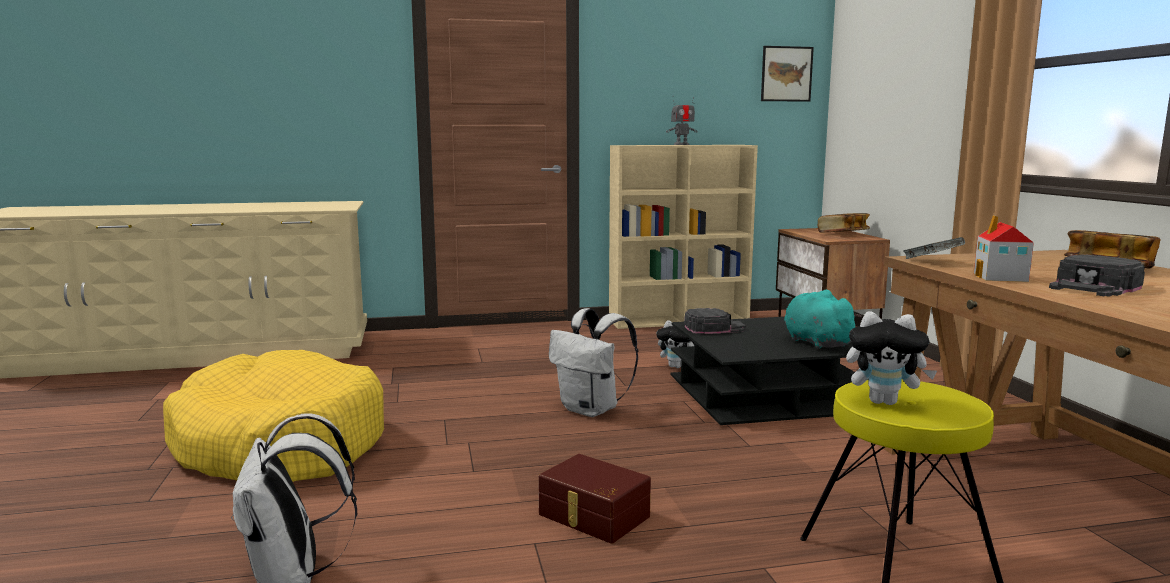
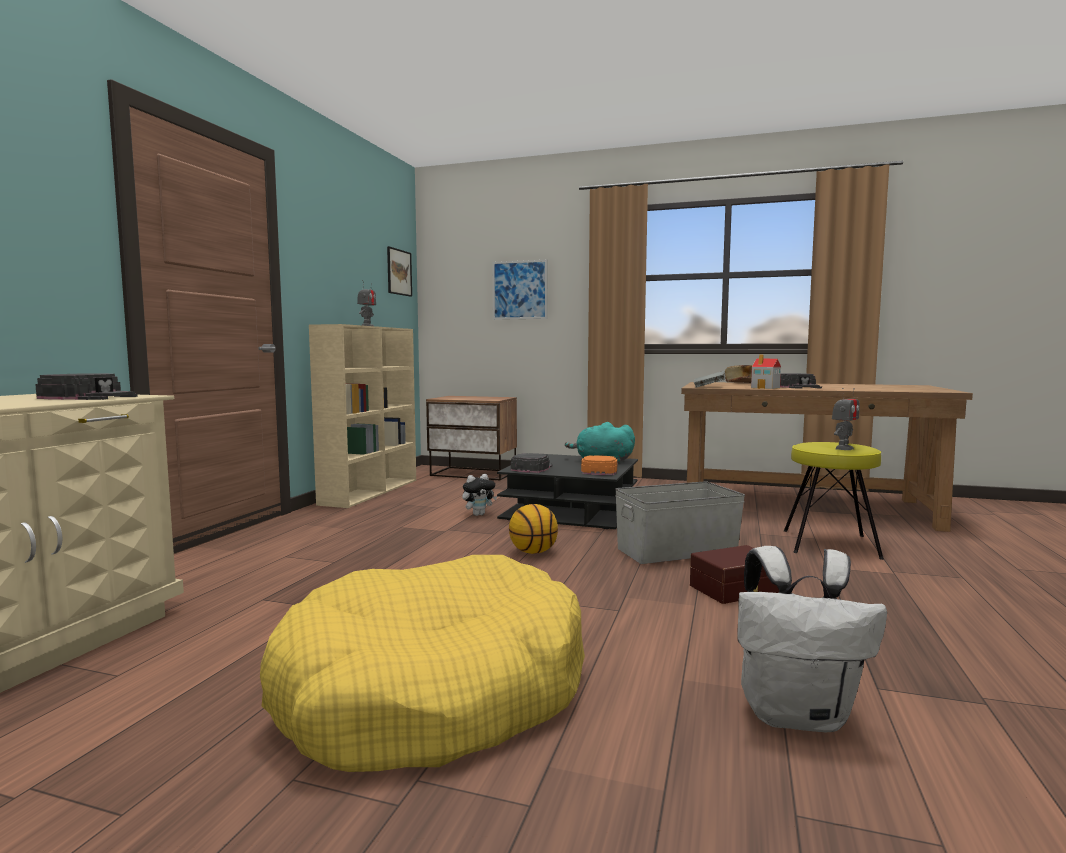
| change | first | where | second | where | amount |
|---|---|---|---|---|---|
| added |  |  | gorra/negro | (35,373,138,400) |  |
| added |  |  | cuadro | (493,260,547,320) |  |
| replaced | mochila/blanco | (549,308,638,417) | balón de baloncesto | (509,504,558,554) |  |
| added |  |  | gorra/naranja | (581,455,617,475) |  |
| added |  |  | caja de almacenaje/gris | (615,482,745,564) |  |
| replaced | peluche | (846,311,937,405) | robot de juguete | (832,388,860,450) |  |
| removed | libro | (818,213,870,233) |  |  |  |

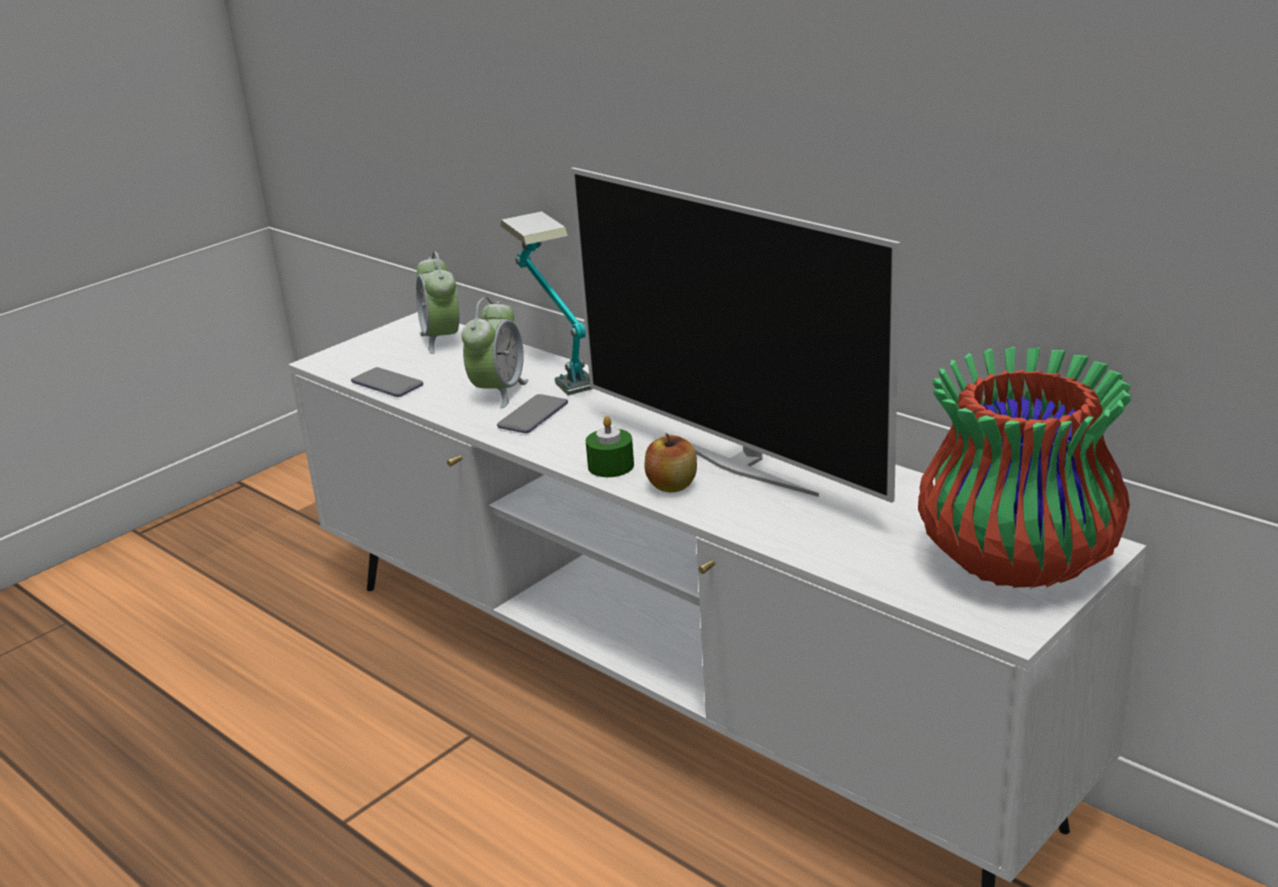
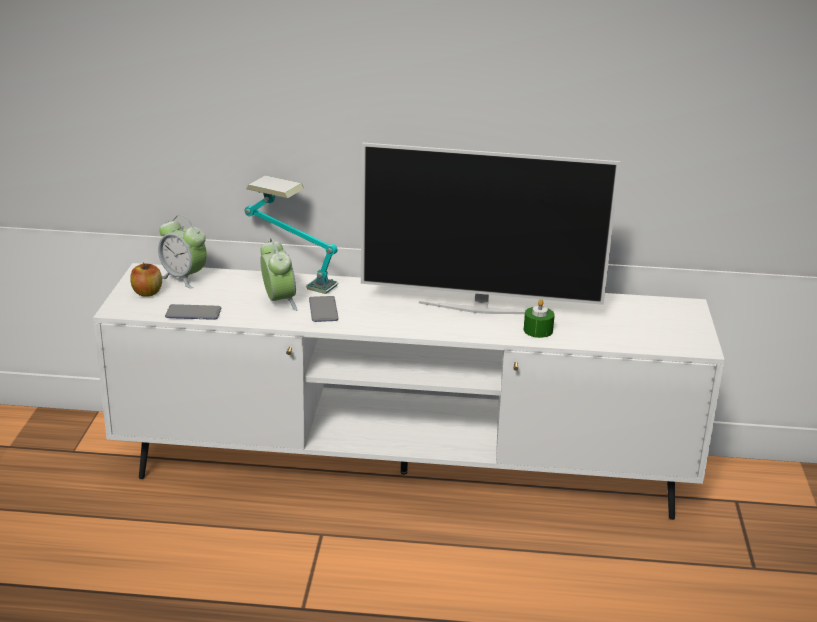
| change | first | where | second | where | amount |
|---|---|---|---|---|---|
| moved | manzana | (645,434,697,492) |  | (130,262,162,297) |  |
| moved | vela/verde | (586,416,634,477) |  | (524,299,555,338) |  |
| removed | florero | (918,347,1131,589) |  |  |  |

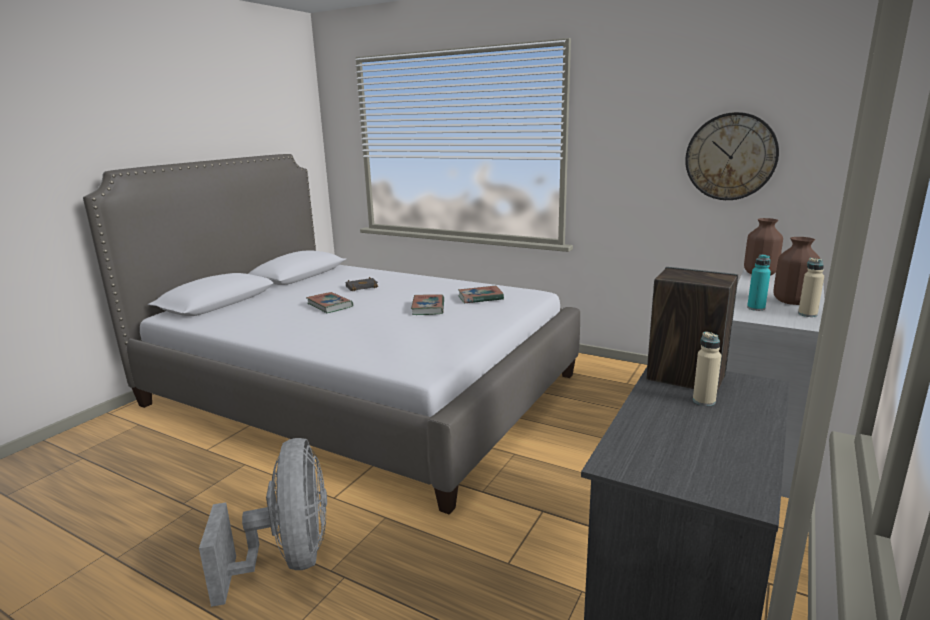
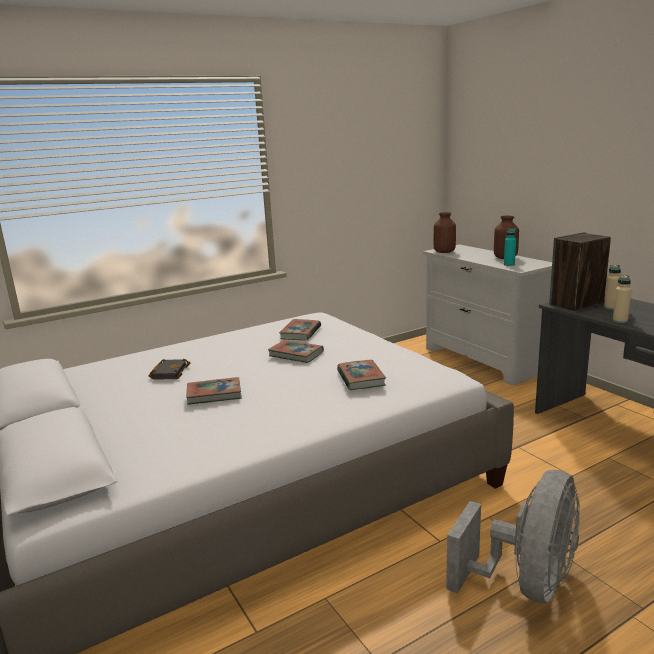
| change | first | where | second | where | amount |
|---|---|---|---|---|---|
| added |  |  | libro | (337,360,386,390) |  |
| turned | ventilador/gris | (199,438,327,607) |  | (446,470,580,603) | 105 degrees clockwise |
| moved | botella/beis | (798,258,824,317) |  | (613,275,632,323) |  |
| removed | reloj de pared | (685,112,779,200) |  |  |  |

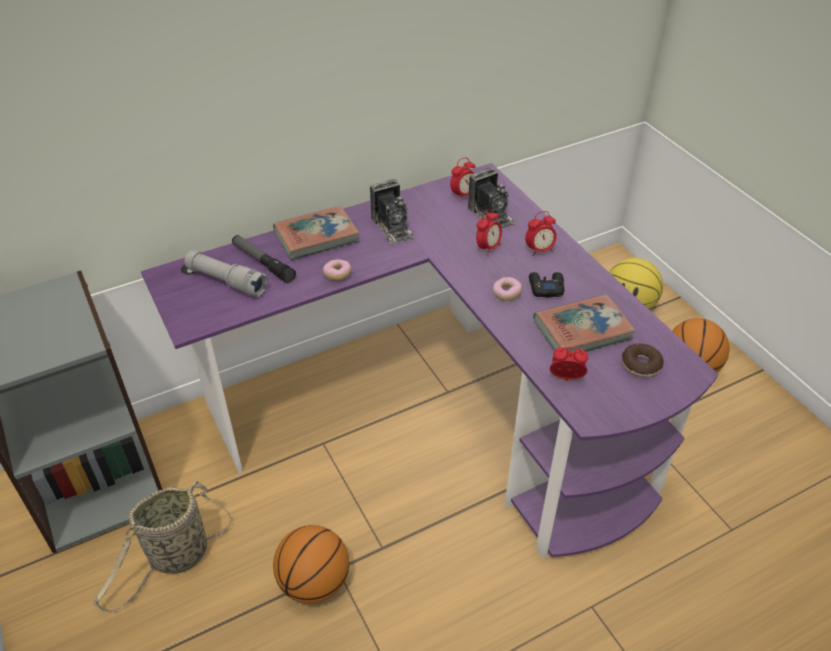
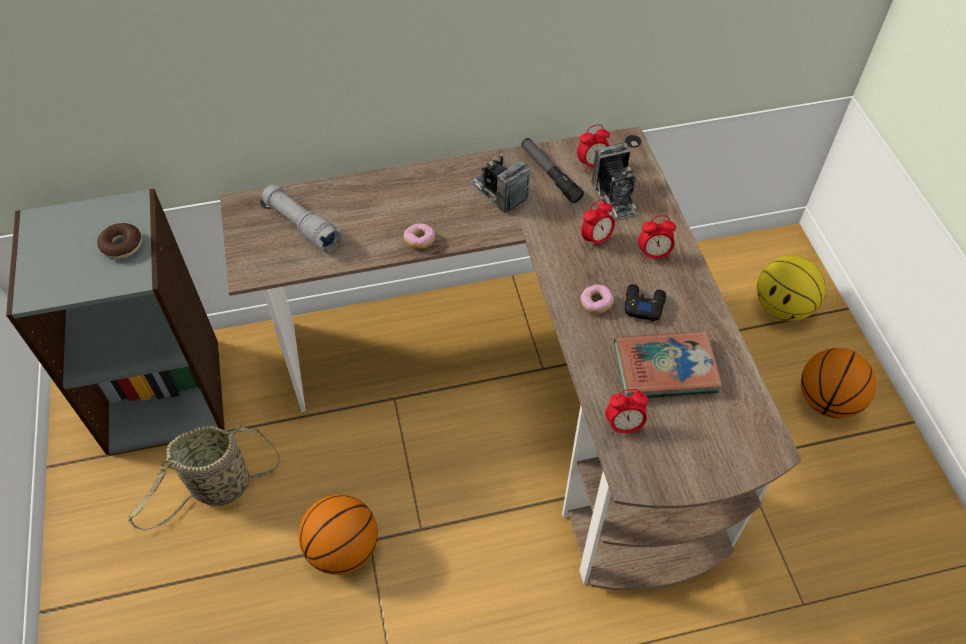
| change | first | where | second | where | amount |
|---|---|---|---|---|---|
| moved | rosquilla | (622,344,664,377) |  | (97,223,142,259) |  |
| recoloured | escritorio/morado | (141,163,718,559) | escritorio/marrón | (220,126,802,590) |  |
| turned | cámara | (370,179,415,245) |  | (470,151,530,213) | 150 degrees clockwise |
| moved | linterna | (232,235,296,283) |  | (521,138,584,203) |  |
| turned | despertador | (550,347,588,381) |  | (605,389,648,435) | 150 degrees clockwise |
| removed | libro | (273,206,360,260) |  |  |  |

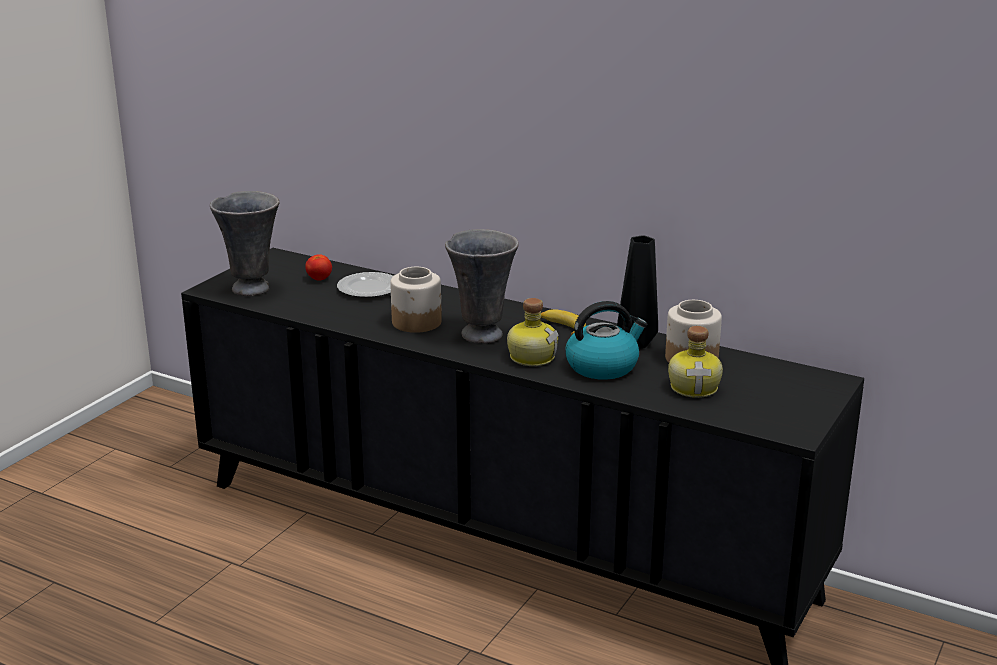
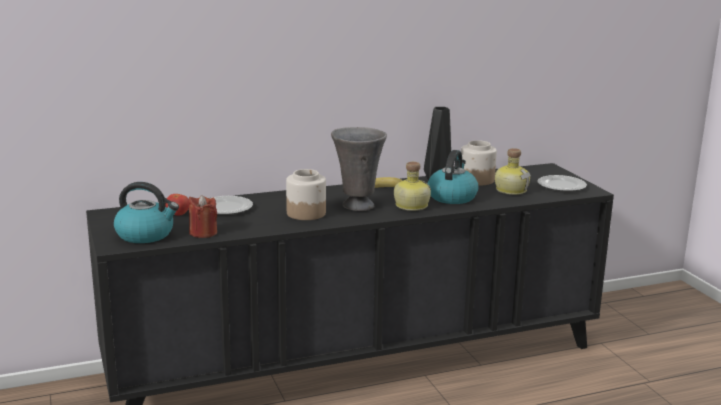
| change | first | where | second | where | amount |
|---|---|---|---|---|---|
| replaced | florero/gris | (210,191,280,296) | hervidor | (114,182,179,243) |  |
| added |  |  | vela/rojo | (189,195,217,238) |  |
| added |  |  | plato | (537,175,587,192) |  |

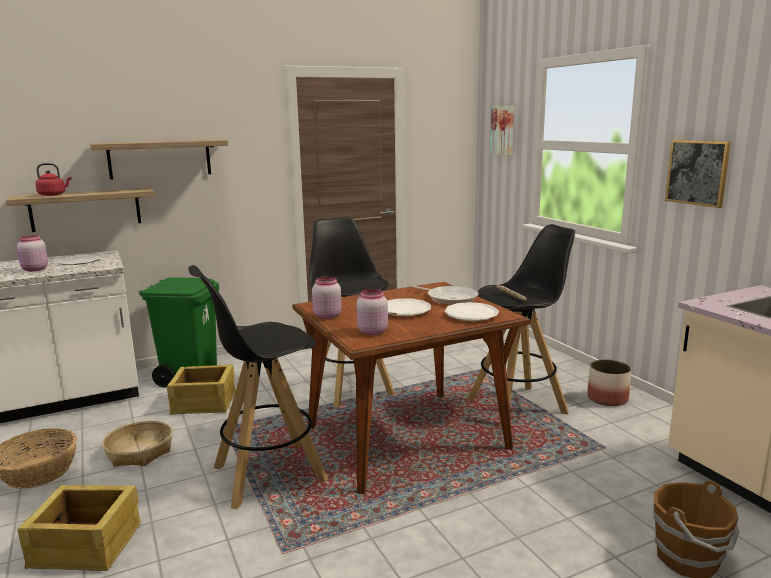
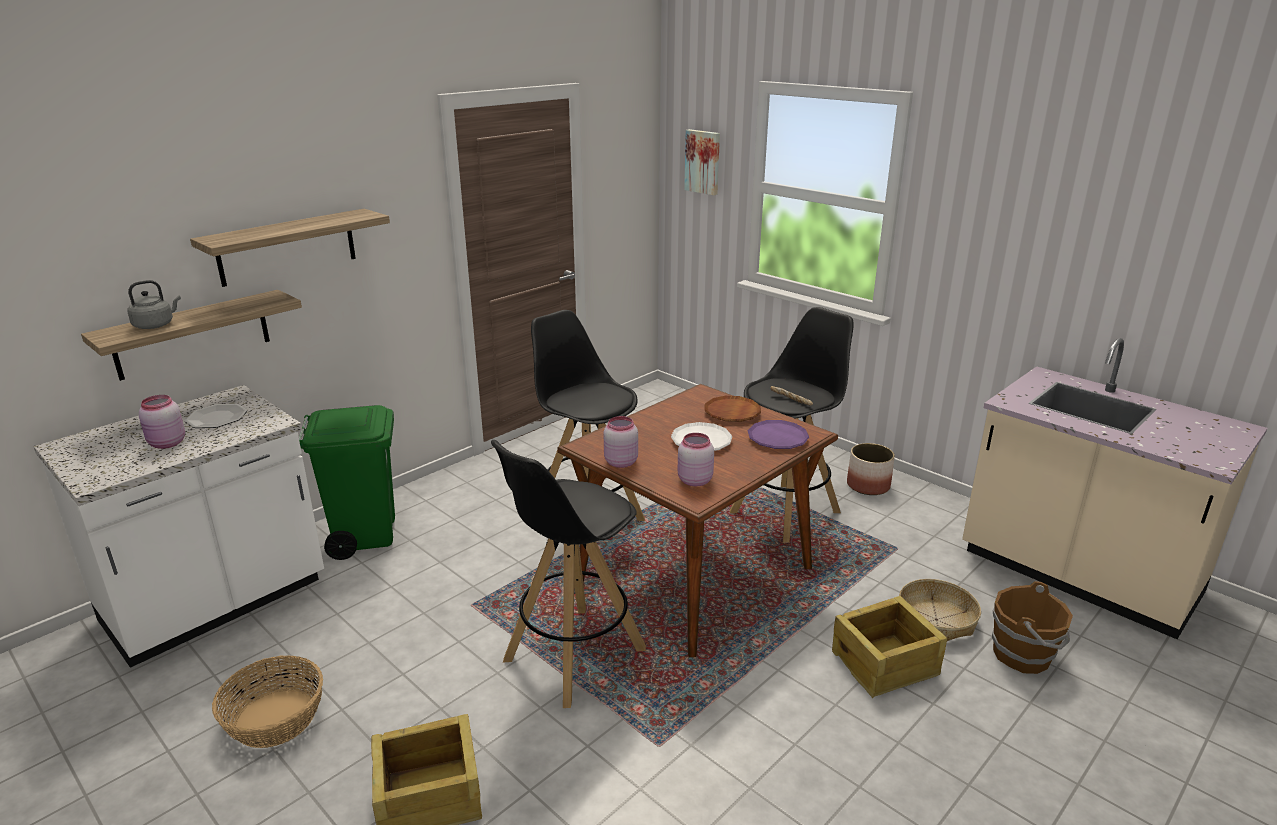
| change | first | where | second | where | amount |
|---|---|---|---|---|---|
| recoloured | hervidor/rojo | (35,163,71,196) | hervidor/gris | (127,280,181,329) |  |
| replaced | sartén | (410,285,479,305) | plato/marrón | (704,396,761,422) |  |
| recoloured | plato/blanco | (444,302,499,321) | plato/morado | (748,420,809,449) |  |
| moved | caja de embalaje | (167,365,235,415) |  | (832,596,947,698) |  |
| moved | cesta | (102,421,172,467) |  | (899,579,981,641) |  |
| removed | cuadro | (665,140,731,208) |  |  |  |

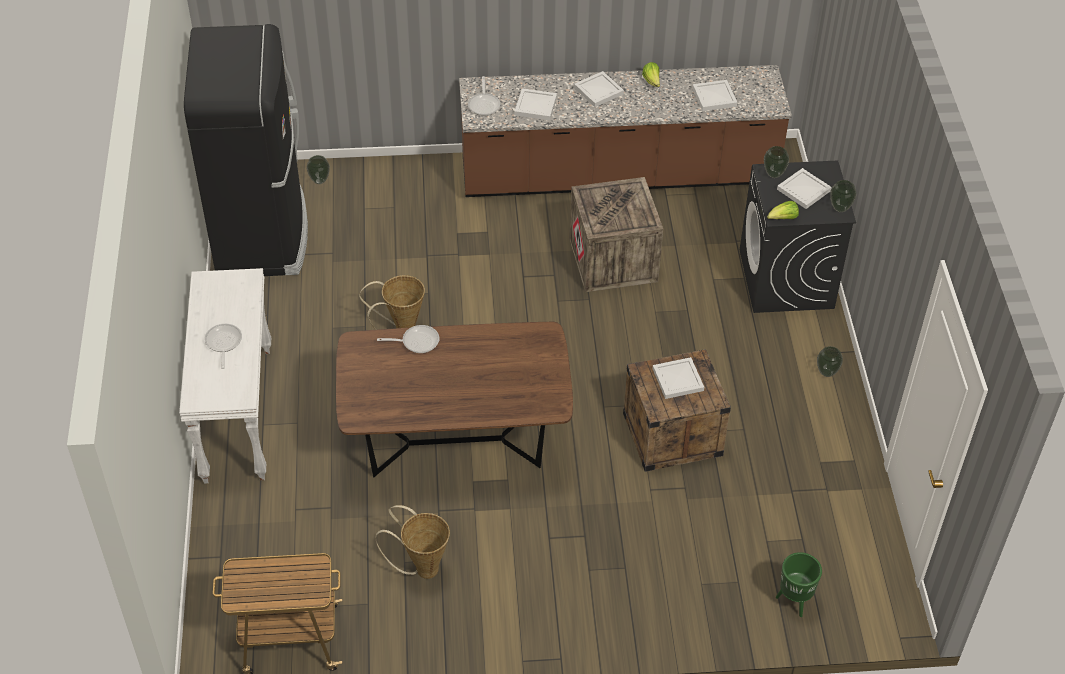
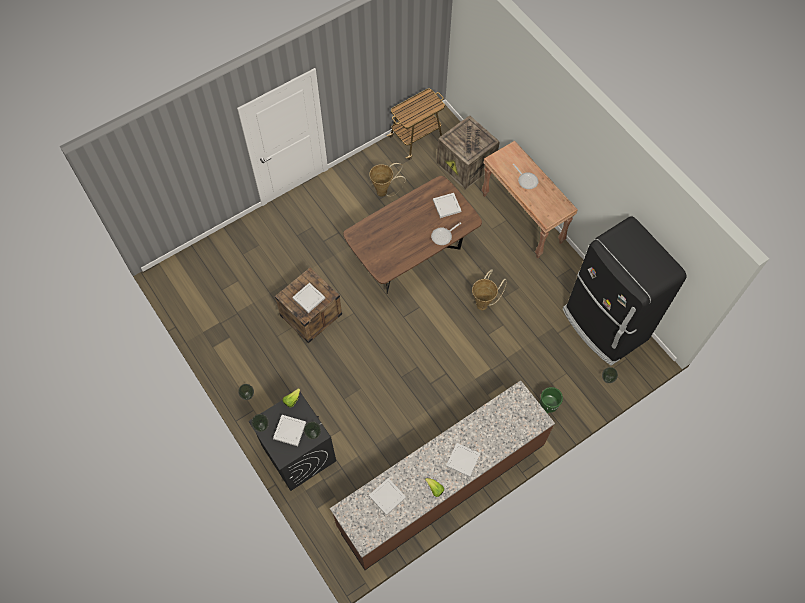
| change | first | where | second | where | amount |
|---|---|---|---|---|---|
| moved | bandeja/blanco | (515,88,557,120) |  | (433,193,461,218) |  |
| moved | caja de embalaje | (570,177,663,292) |  | (437,115,500,190) |  |
| recoloured | mesa consola/blanco | (179,268,271,484) | mesa consola/marrón | (481,141,578,259) |  |
| moved | maceta/verde | (776,552,822,617) |  | (539,387,563,414) |  |
| removed | sartén | (468,76,500,116) |  |  |  |

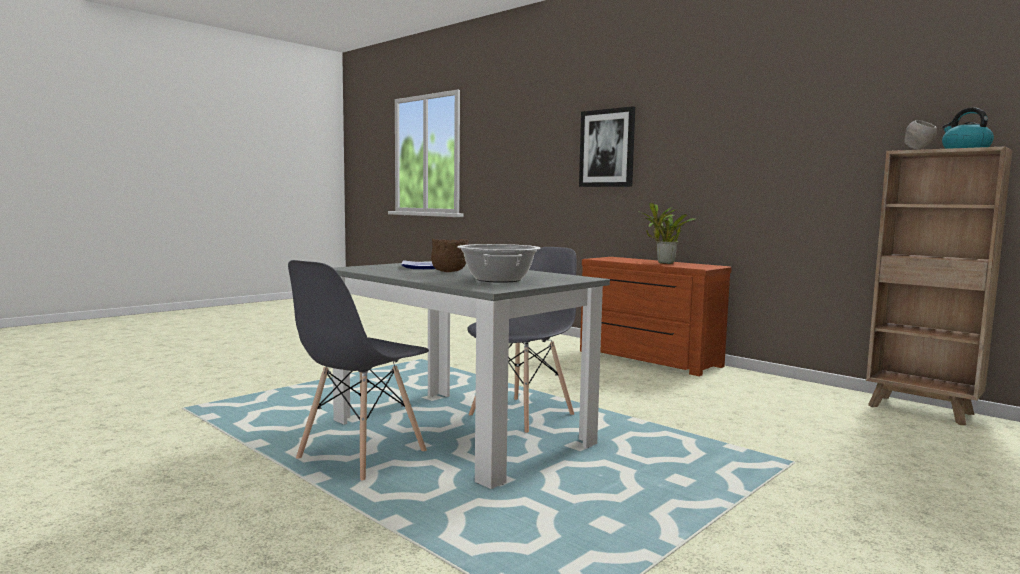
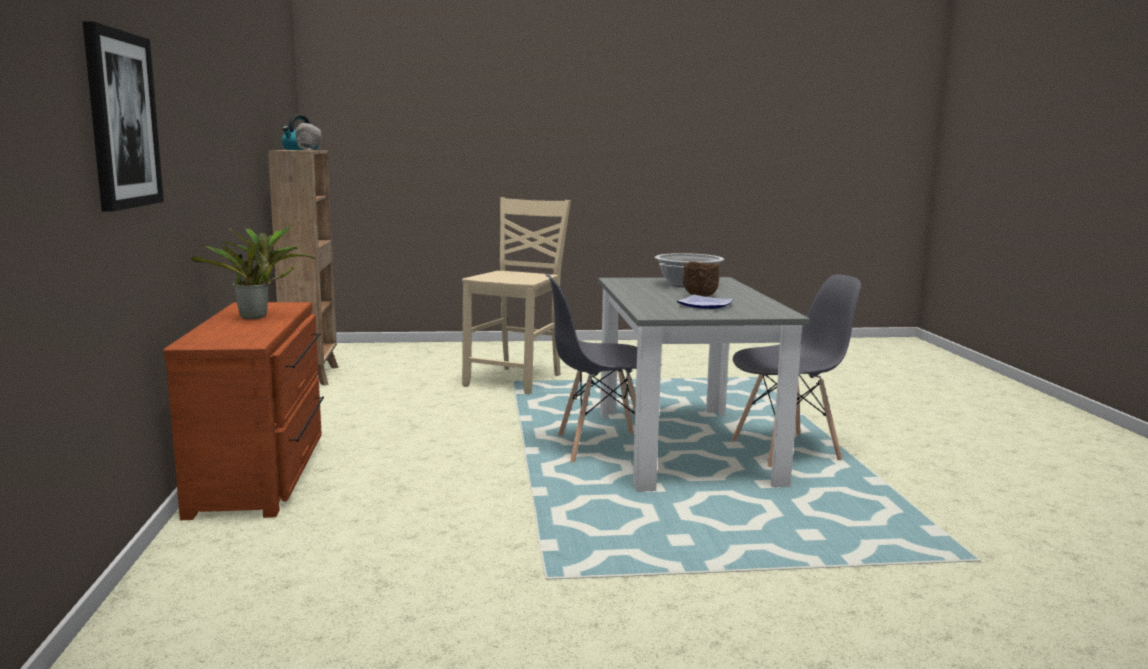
| change | first | where | second | where | amount |
|---|---|---|---|---|---|
| added |  |  | silla/beis | (462,197,571,394) |  |

